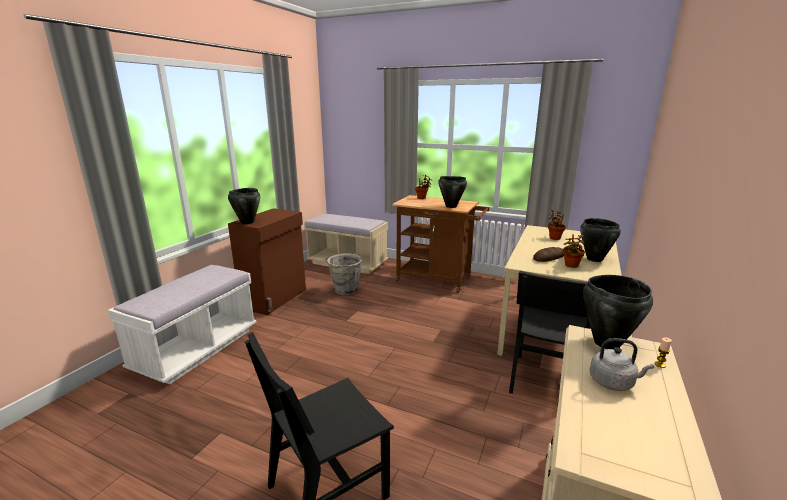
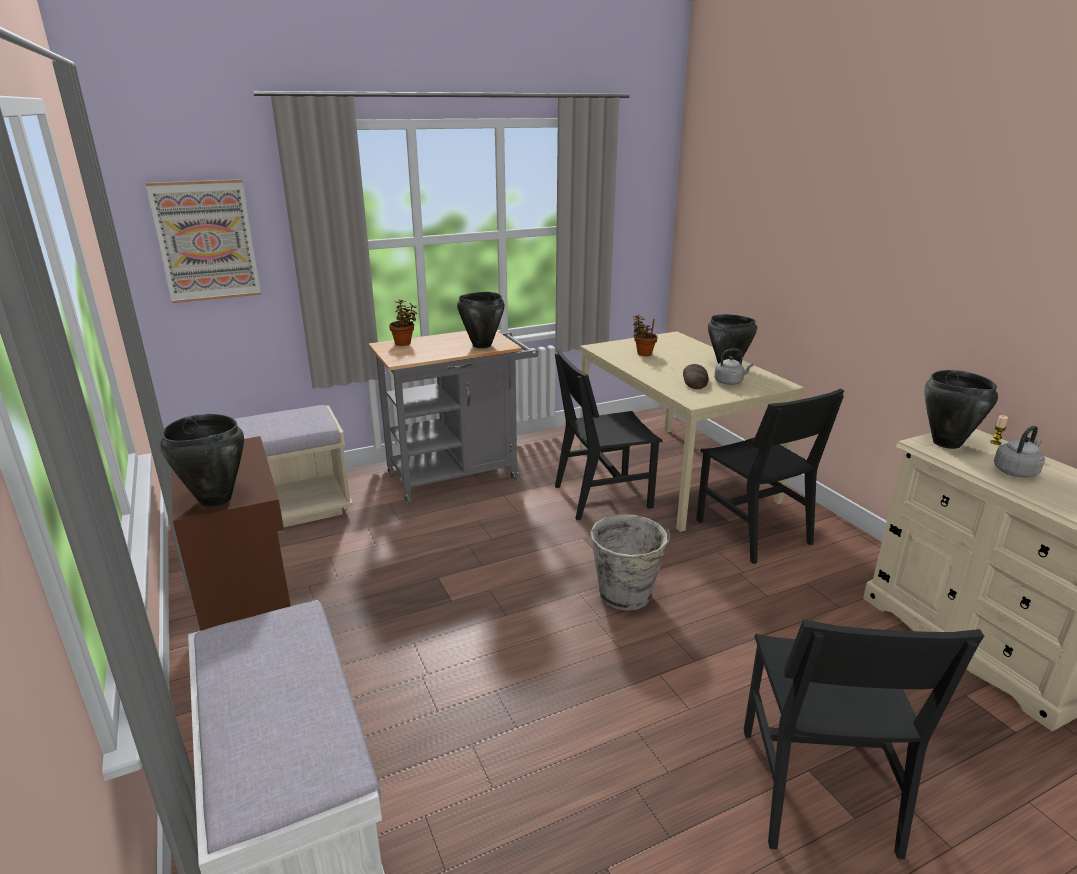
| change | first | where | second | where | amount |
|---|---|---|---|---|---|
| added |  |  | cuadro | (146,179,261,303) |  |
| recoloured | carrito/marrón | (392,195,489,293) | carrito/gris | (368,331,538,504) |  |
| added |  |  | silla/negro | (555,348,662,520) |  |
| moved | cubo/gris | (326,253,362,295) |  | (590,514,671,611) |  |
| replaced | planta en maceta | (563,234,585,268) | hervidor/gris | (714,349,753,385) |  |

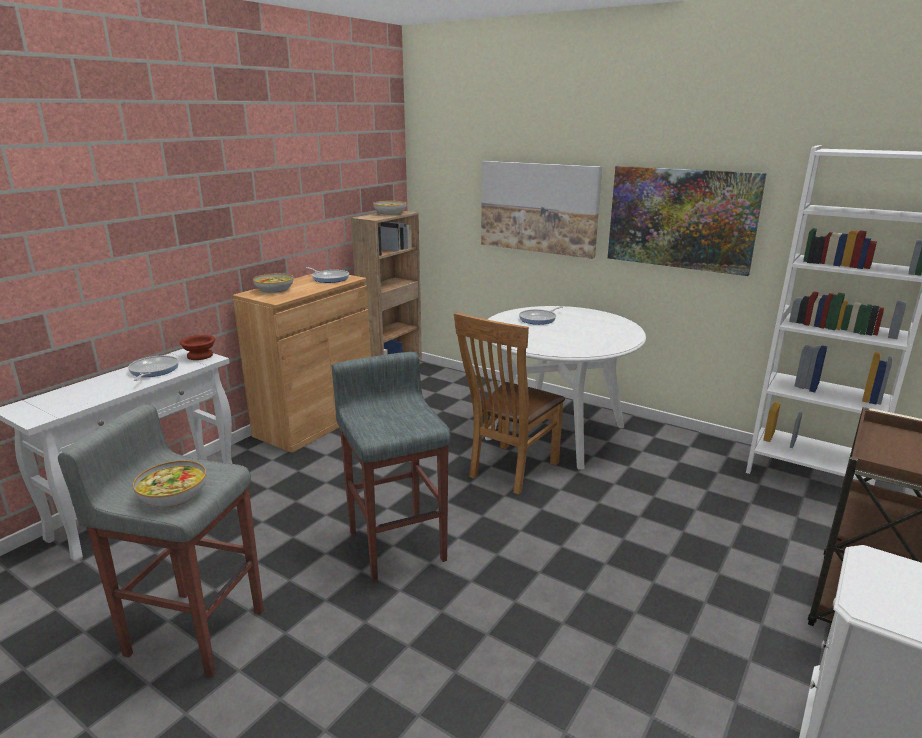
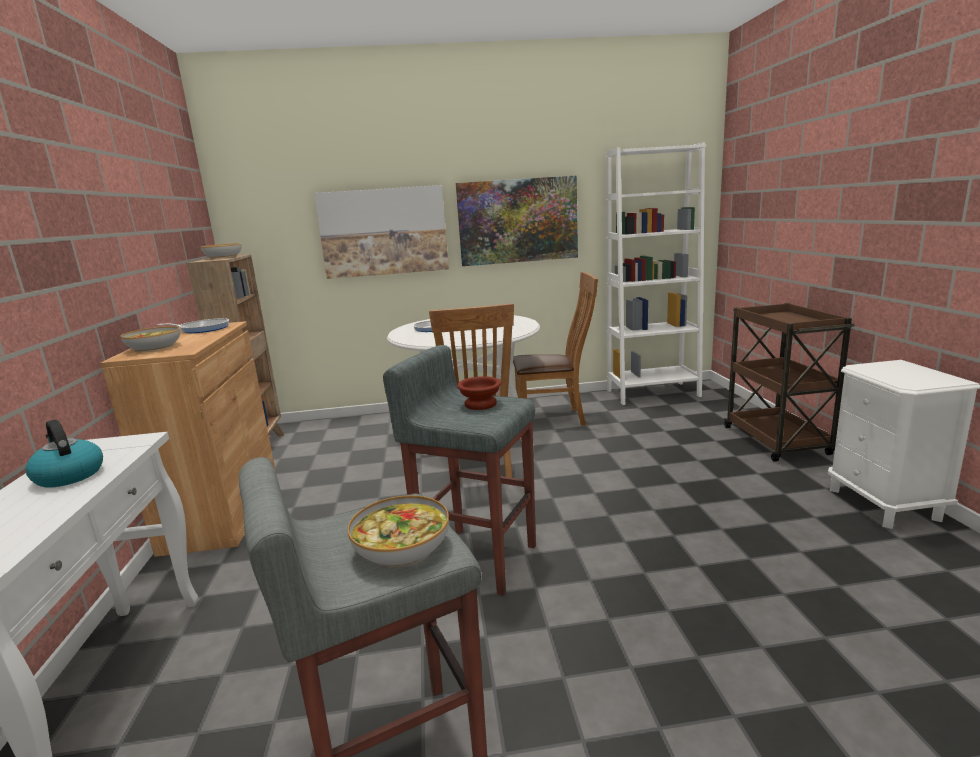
| change | first | where | second | where | amount |
|---|---|---|---|---|---|
| replaced | sartén | (128,356,179,381) | hervidor | (26,419,103,488) |  |
| moved | cuenco/marrón | (180,335,215,360) |  | (457,376,501,410) |  |
| added |  |  | silla/marrón | (513,272,598,426) |  |

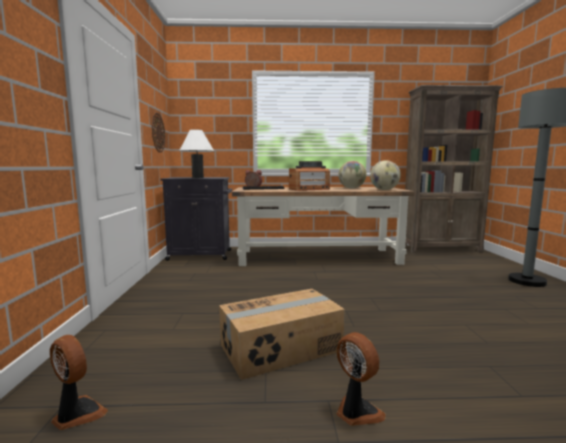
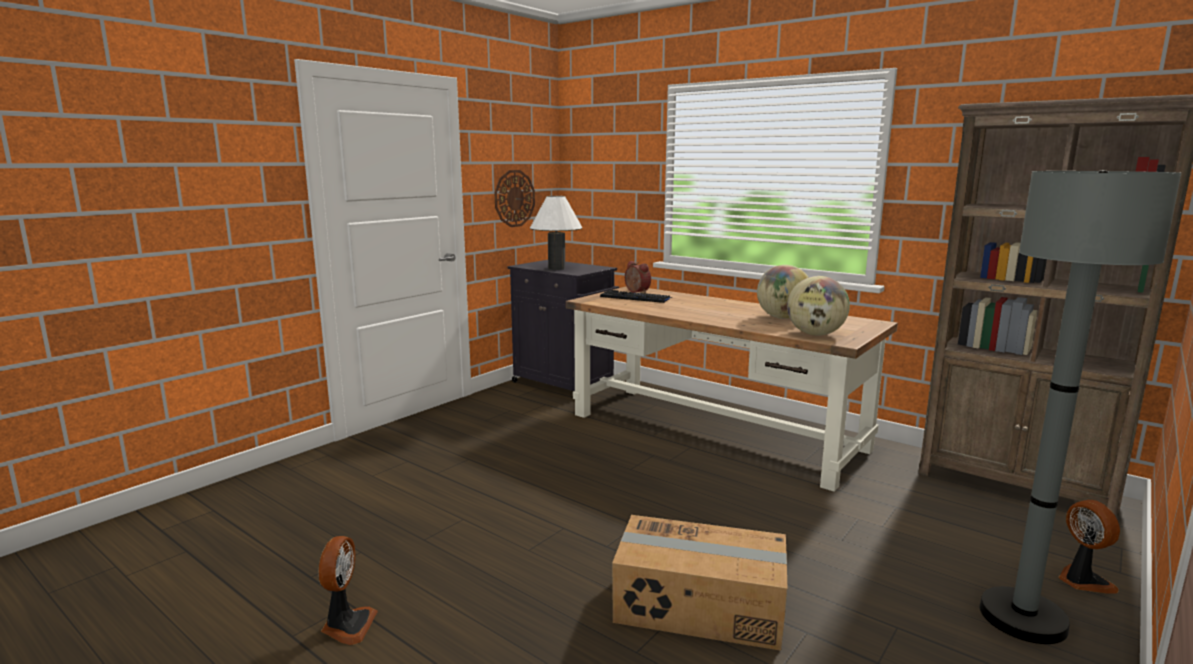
| change | first | where | second | where | amount |
|---|---|---|---|---|---|
| moved | caja de cartón | (219,289,345,380) |  | (612,515,788,651) |  |
| moved | ventilador | (50,335,108,430) |  | (1058,500,1120,594) |  |
| removed | radio | (289,161,330,191) |  |  |  |

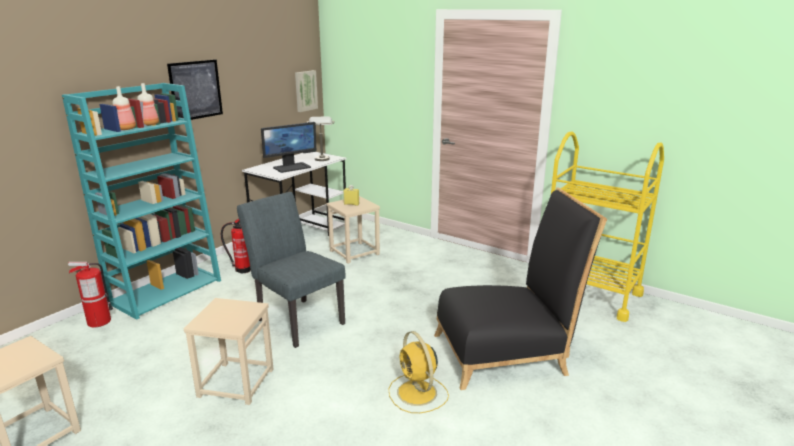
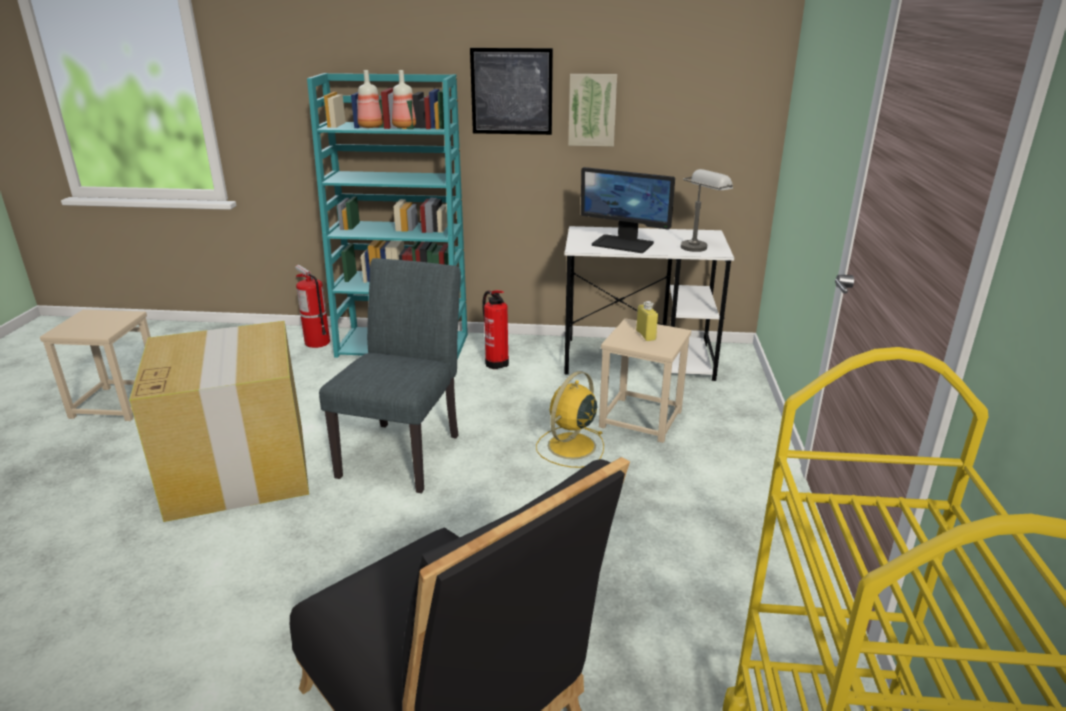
| change | first | where | second | where | amount |
|---|---|---|---|---|---|
| replaced | taburete/beis | (184,298,274,405) | caja de cartón | (129,321,309,522) |  |
| moved | ventilador/amarillo | (388,331,449,413) |  | (536,371,604,468) |  |
| moved | cuadro | (295,70,318,112) |  | (568,74,617,146) |  |

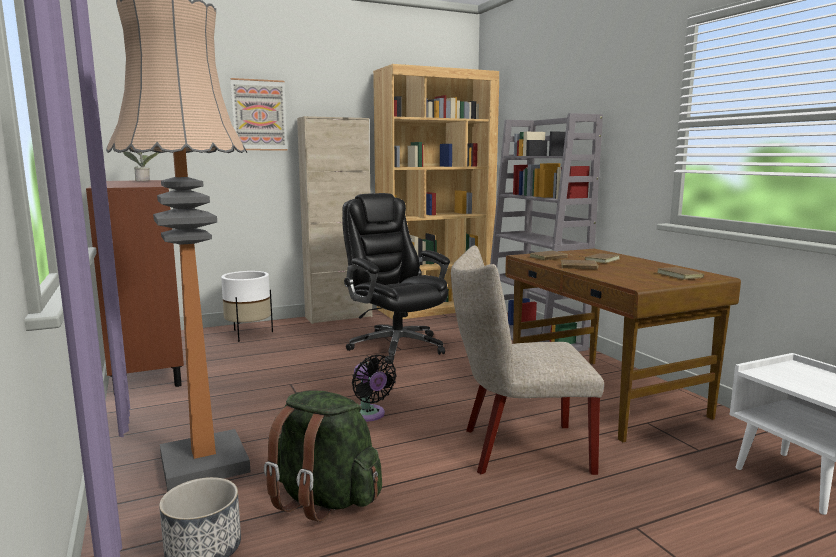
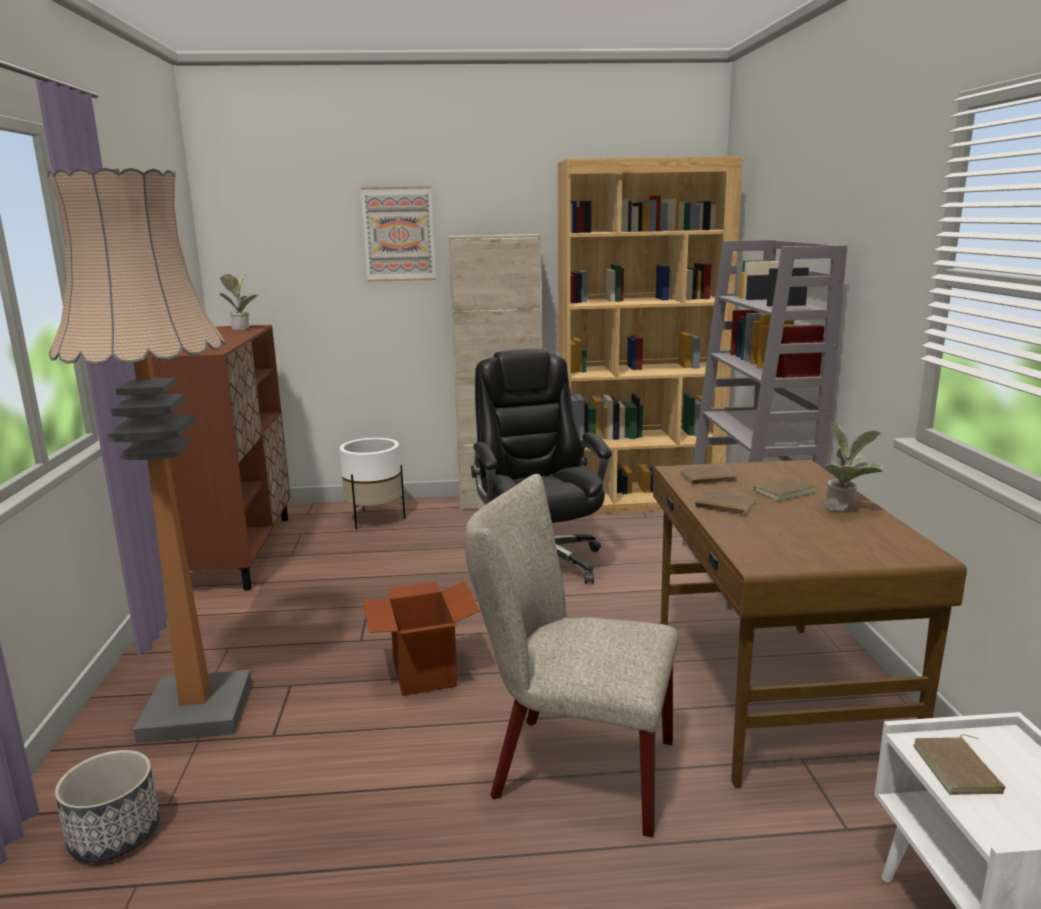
| change | first | where | second | where | amount |
|---|---|---|---|---|---|
| replaced | ventilador/negro | (352,354,396,422) | caja de cartón | (363,581,480,696) |  |
| added |  |  | planta en maceta | (824,422,884,511) |  |
| moved | libro/marrón | (657,266,704,280) |  | (913,735,1005,795) |  |
| removed | mochila/verde | (264,390,382,522) |  |  |  |

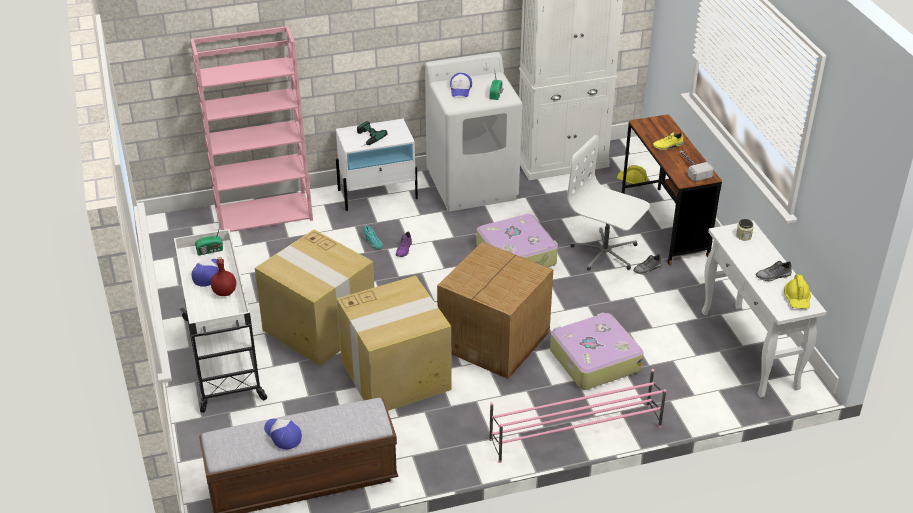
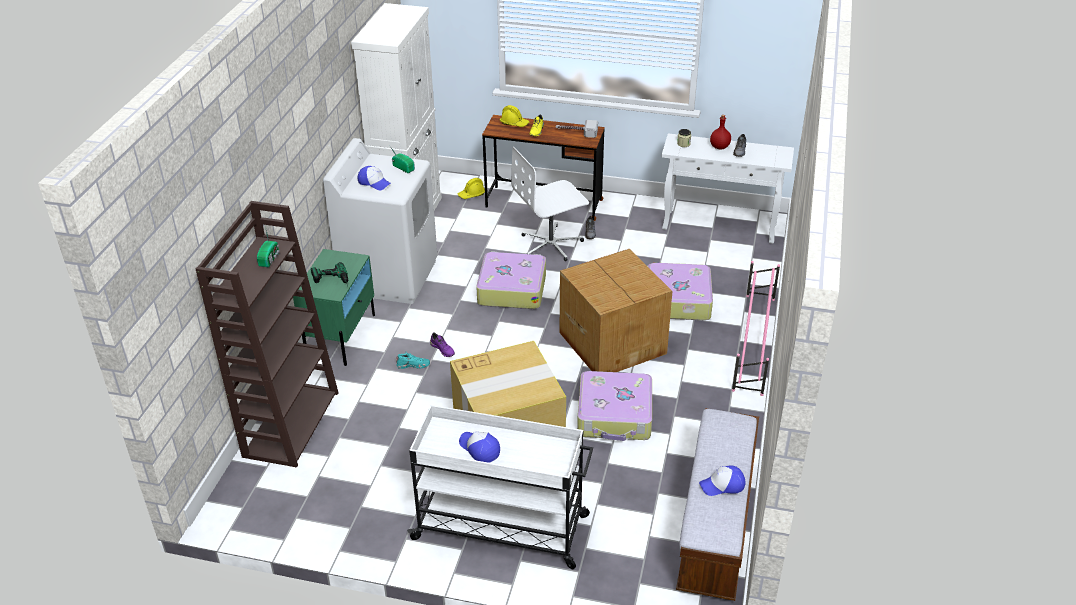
| change | first | where | second | where | amount |
|---|---|---|---|---|---|
| recoloured | estantería/rosa | (191,26,313,232) | estantería/marrón | (196,201,339,467) |  |
| moved | radio | (195,224,223,255) |  | (257,226,280,267) |  |
| recoloured | mesita de noche/blanco | (336,119,418,211) | mesita de noche/verde | (293,249,375,366) |  |
| moved | casco/amarillo | (784,274,811,309) |  | (500,105,529,127) |  |
| replaced | caja de cartón | (337,276,452,411) | maleta | (577,371,652,441) |  |
| moved | botella/rojo | (211,257,236,296) |  | (710,115,731,150) |  |

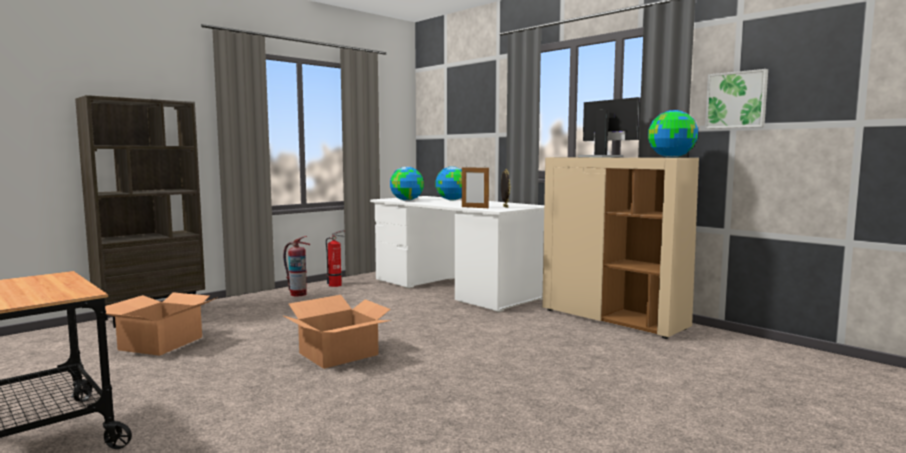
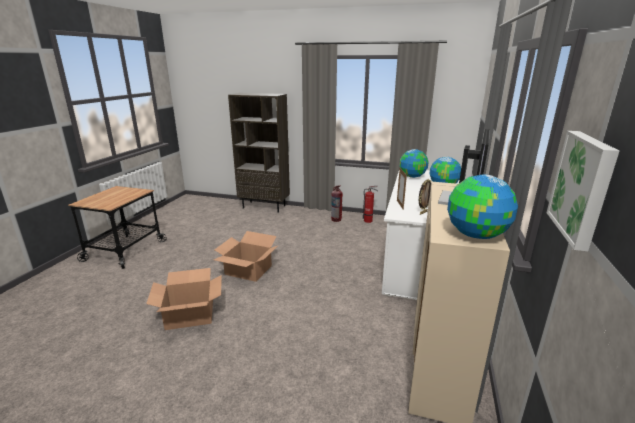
| change | first | where | second | where | amount |
|---|---|---|---|---|---|
| moved | caja de cartón | (105,292,218,356) |  | (146,268,222,330) |  |

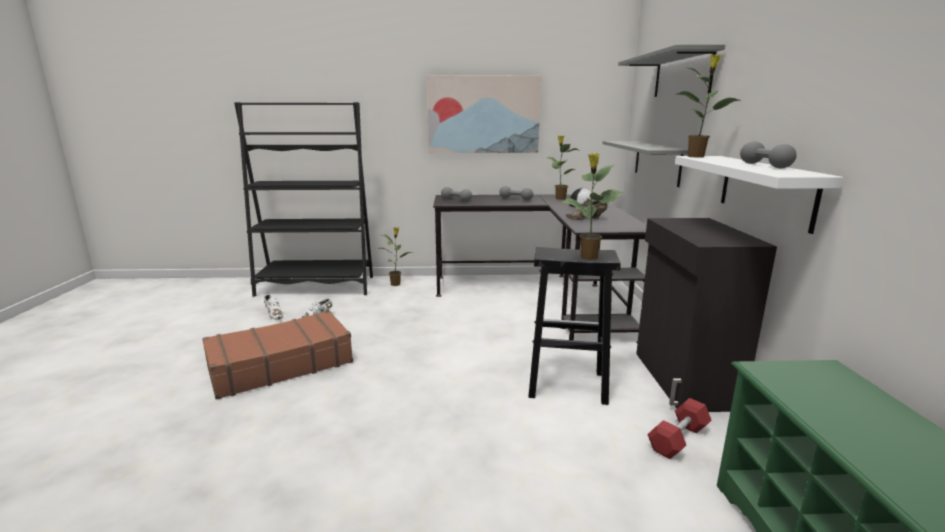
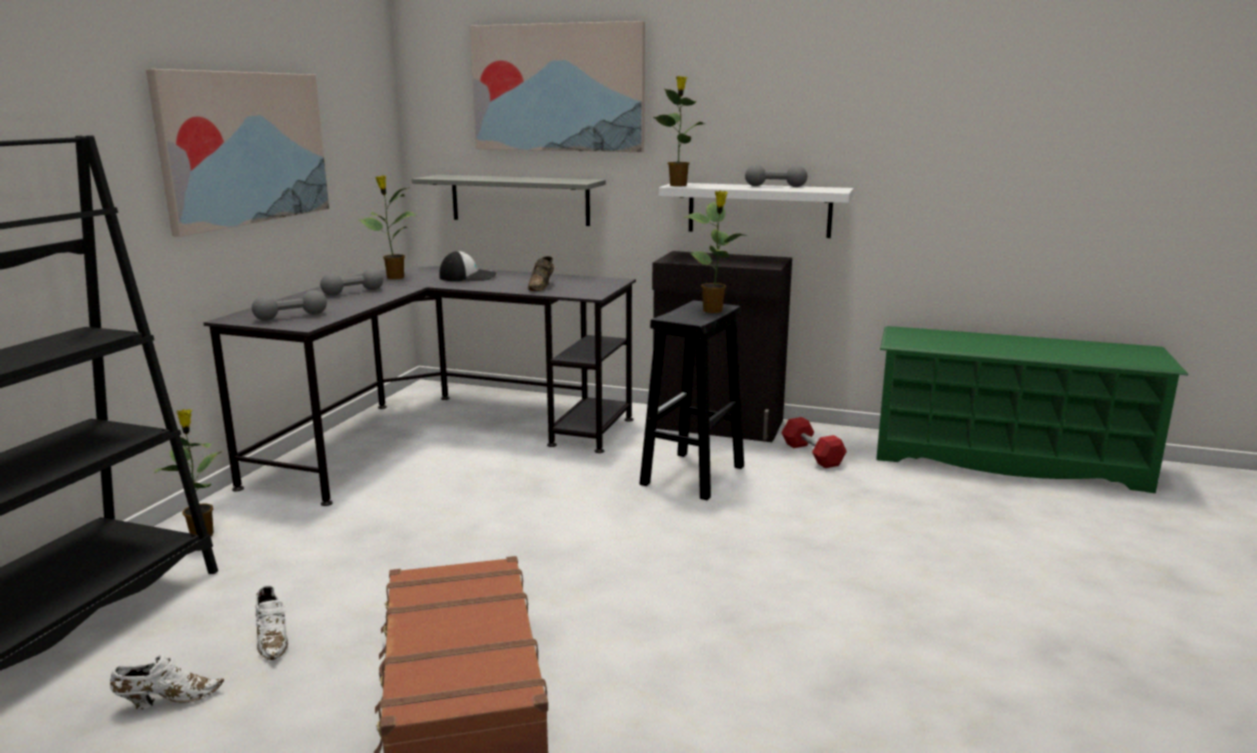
| change | first | where | second | where | amount |
|---|---|---|---|---|---|
| replaced | estante/gris | (618,44,725,97) | cuadro | (470,21,645,152) |  |

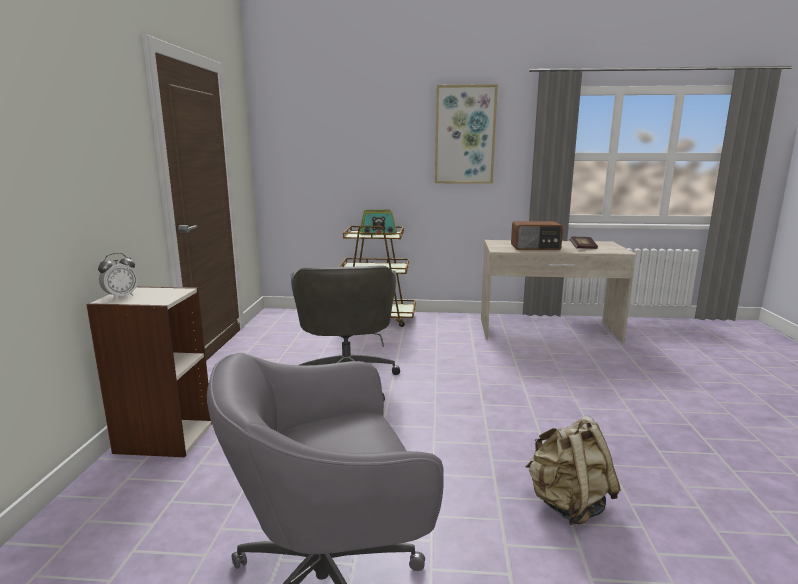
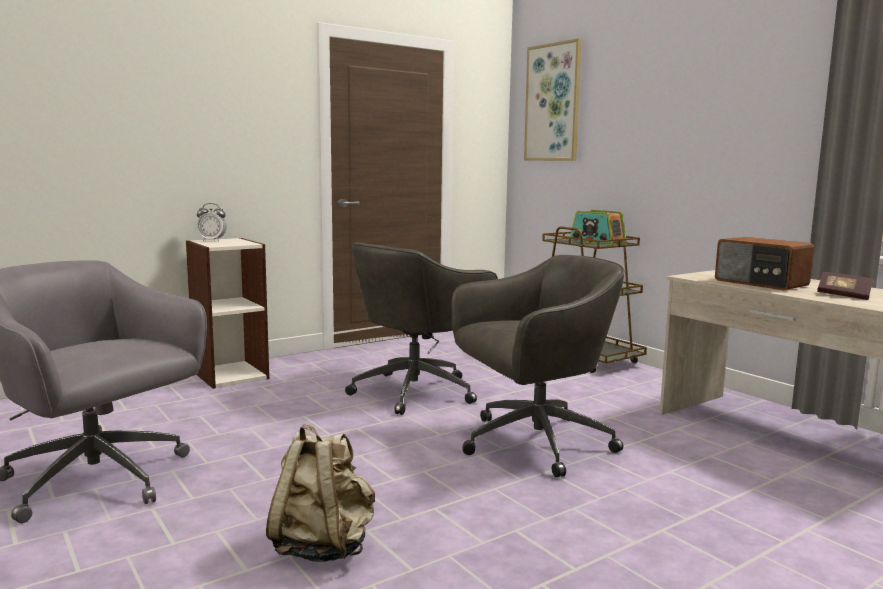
| change | first | where | second | where | amount |
|---|---|---|---|---|---|
| added |  |  | silla de oficina/gris | (451,255,624,477) |  |
| moved | cuadro | (435,84,498,184) |  | (524,38,582,161) |  |

